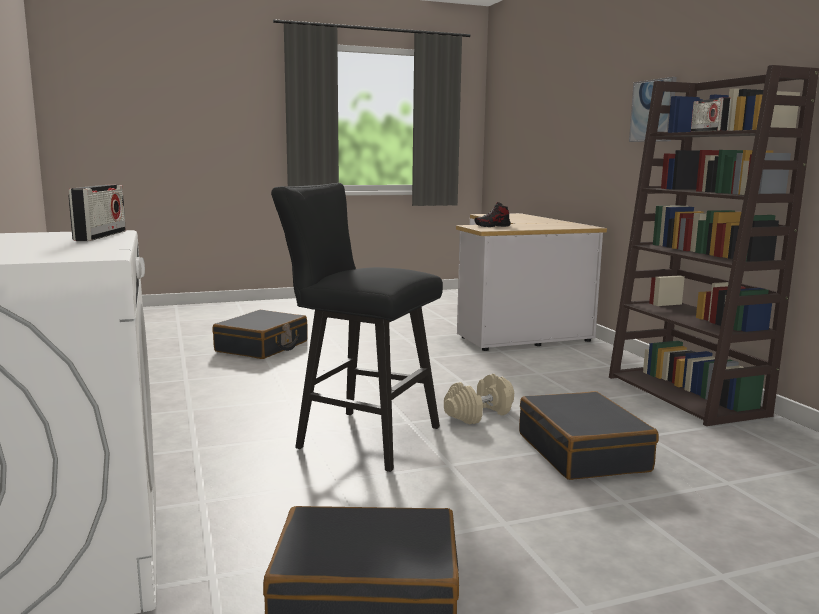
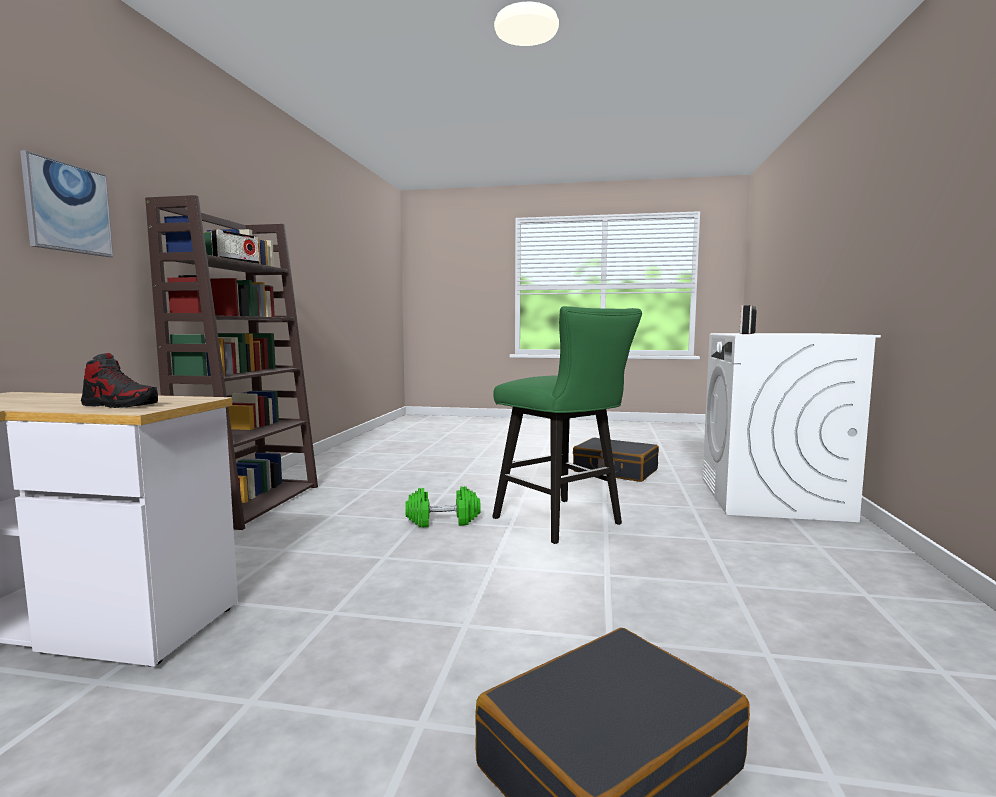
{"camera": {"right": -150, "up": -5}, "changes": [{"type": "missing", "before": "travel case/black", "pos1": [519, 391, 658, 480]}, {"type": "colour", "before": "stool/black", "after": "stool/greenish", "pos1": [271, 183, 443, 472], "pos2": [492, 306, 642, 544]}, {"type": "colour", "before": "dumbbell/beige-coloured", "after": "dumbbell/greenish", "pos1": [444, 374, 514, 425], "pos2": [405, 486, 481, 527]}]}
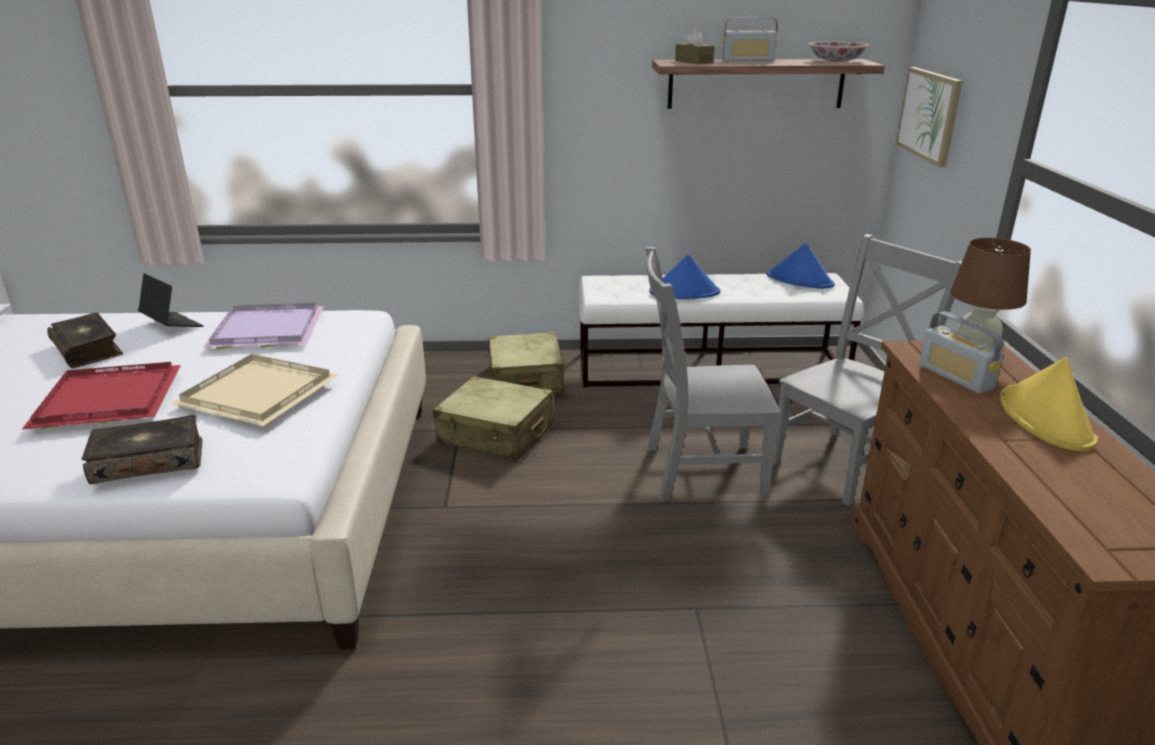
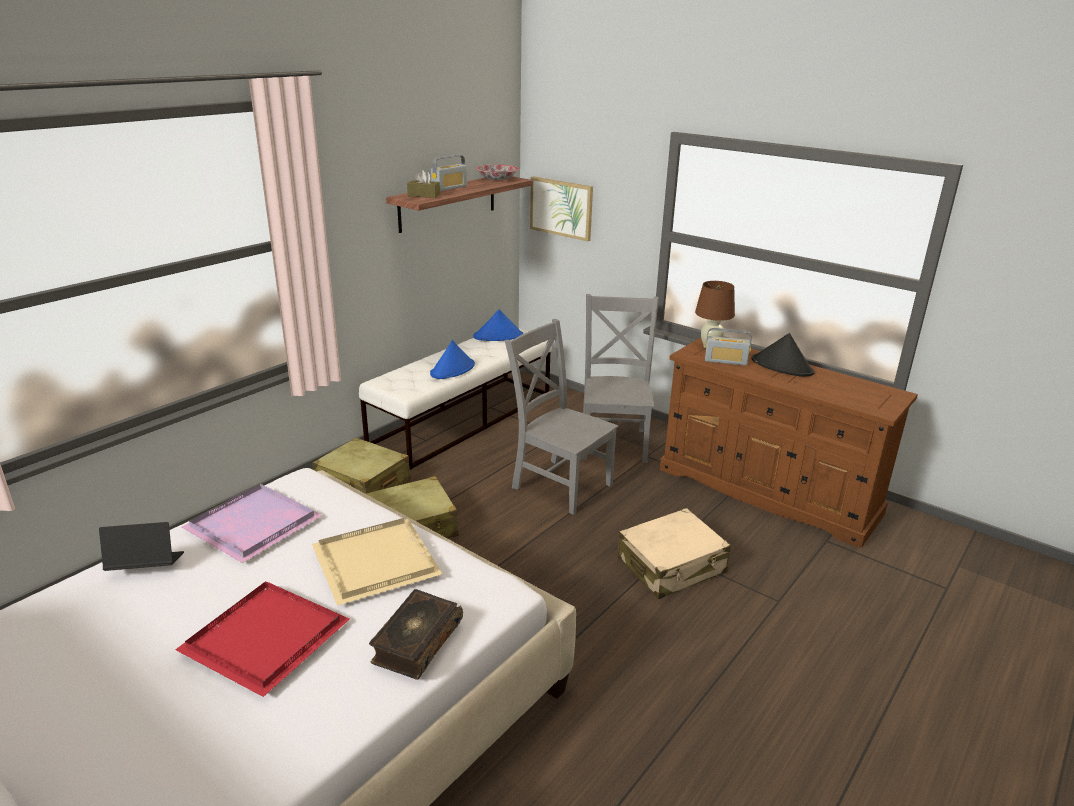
{"camera": {"right": -50, "up": 0}, "changes": [{"type": "missing", "before": "book", "pos1": [47, 313, 123, 368]}, {"type": "appeared", "after": "travel case/beige-coloured", "pos2": [617, 508, 731, 599]}, {"type": "colour", "before": "wearable hat/yellow-coloured", "after": "wearable hat/black", "pos1": [1000, 357, 1098, 451], "pos2": [752, 333, 815, 377]}, {"type": "spun", "before": "upright chair/greyish", "pos1": [645, 246, 781, 501], "pos2": [505, 319, 618, 515], "turn": 90}]}
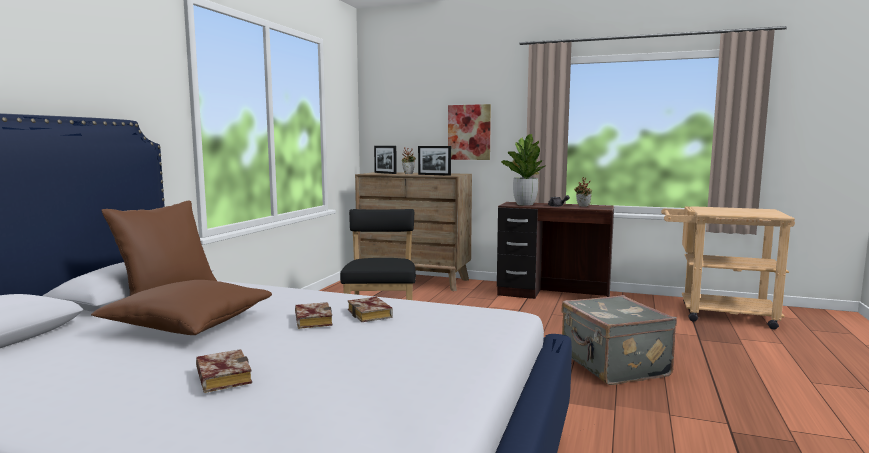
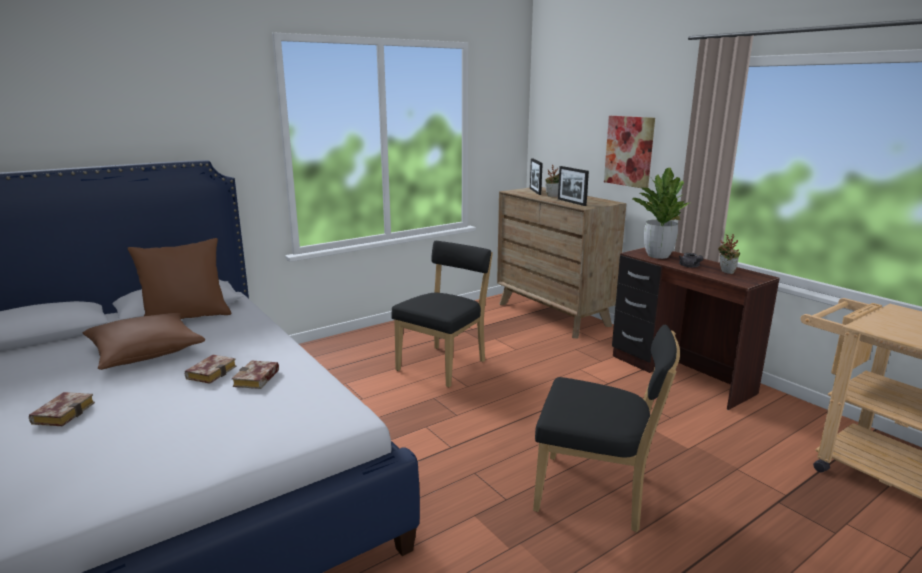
{"camera": {"right": 35, "up": 10}, "changes": [{"type": "exchanged", "before": "travel case/greyish", "after": "upright chair/black", "pos1": [561, 295, 677, 385], "pos2": [533, 325, 680, 532]}]}
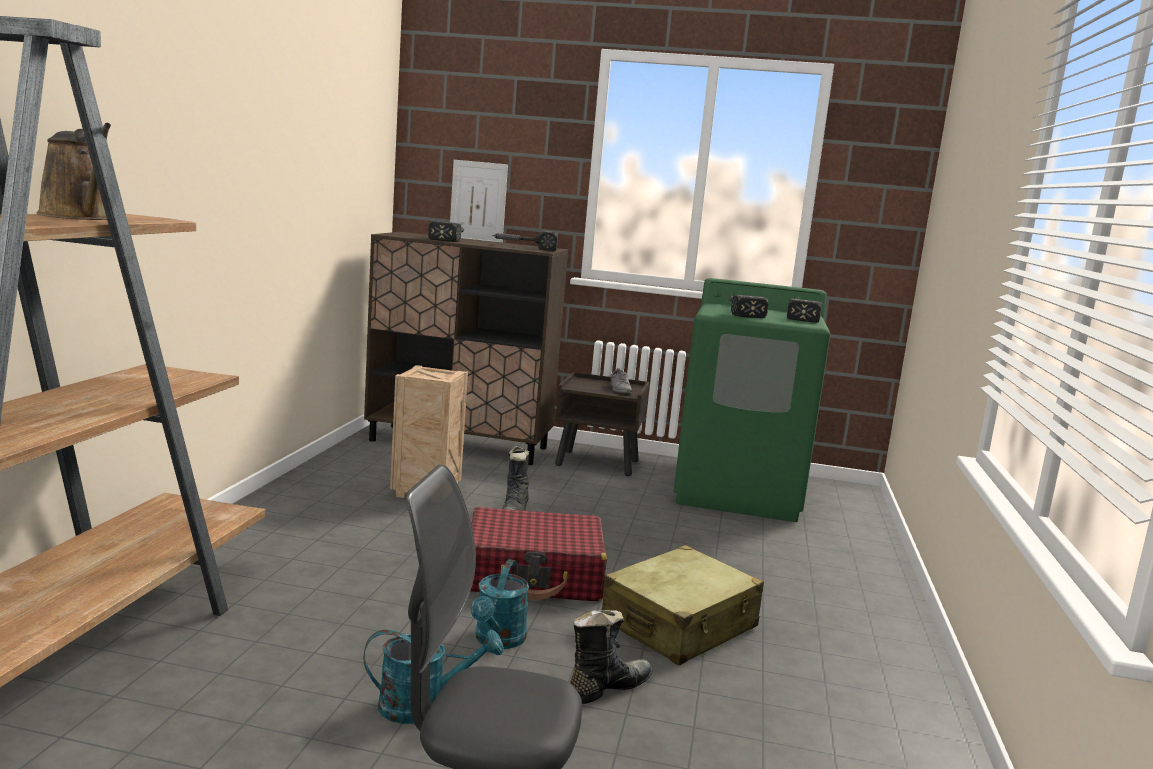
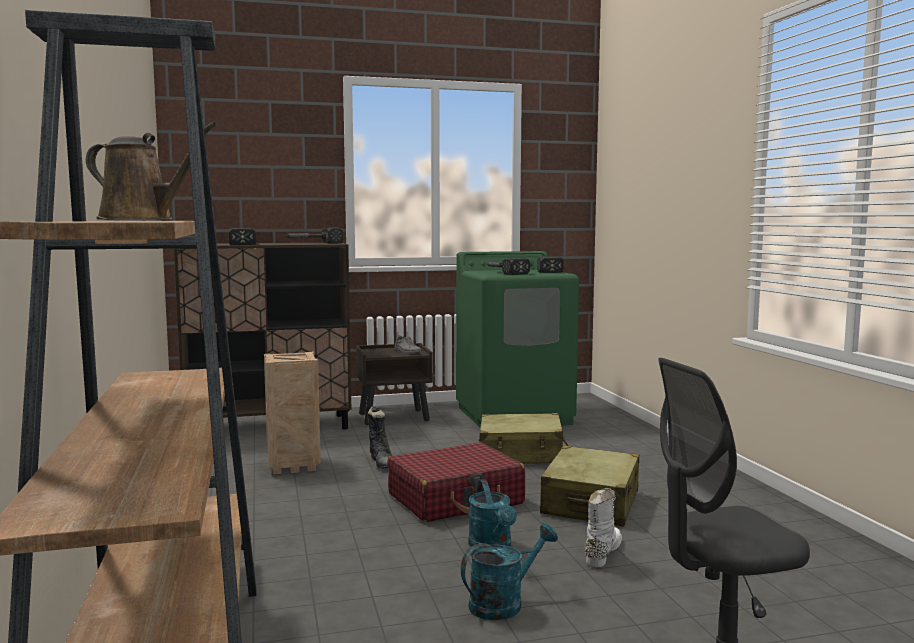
{"camera": {"right": -25, "up": -5}, "changes": [{"type": "missing", "before": "picture", "pos1": [450, 160, 508, 242]}, {"type": "appeared", "after": "travel case/beige-coloured", "pos2": [479, 413, 568, 464]}, {"type": "colour", "before": "tall boot/black", "after": "tall boot/whitish", "pos1": [570, 610, 652, 704], "pos2": [585, 488, 622, 567]}]}
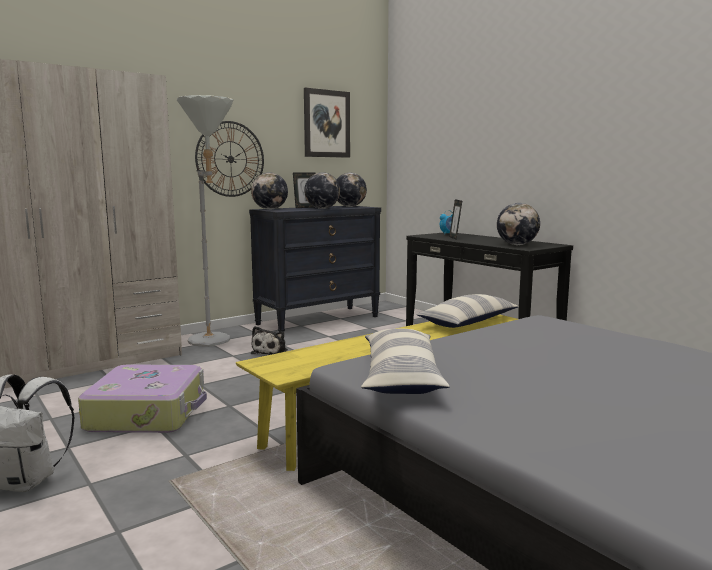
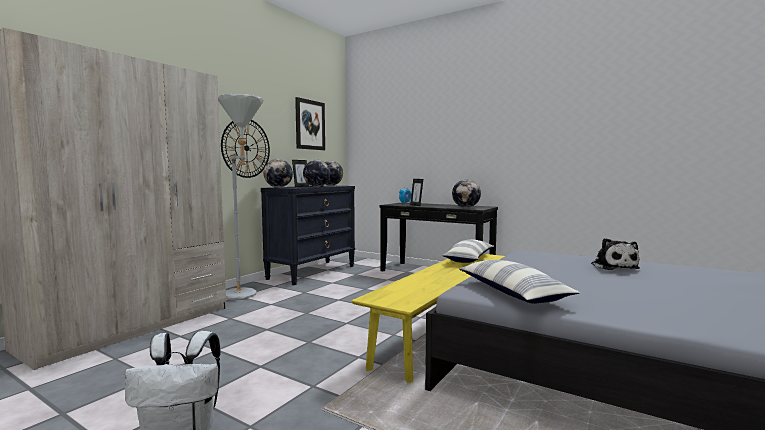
{"camera": {"right": -20, "up": -5}, "changes": [{"type": "missing", "before": "travel case", "pos1": [78, 365, 207, 433]}, {"type": "relocated", "before": "soft toy", "pos1": [251, 326, 288, 355], "pos2": [591, 238, 640, 270]}]}
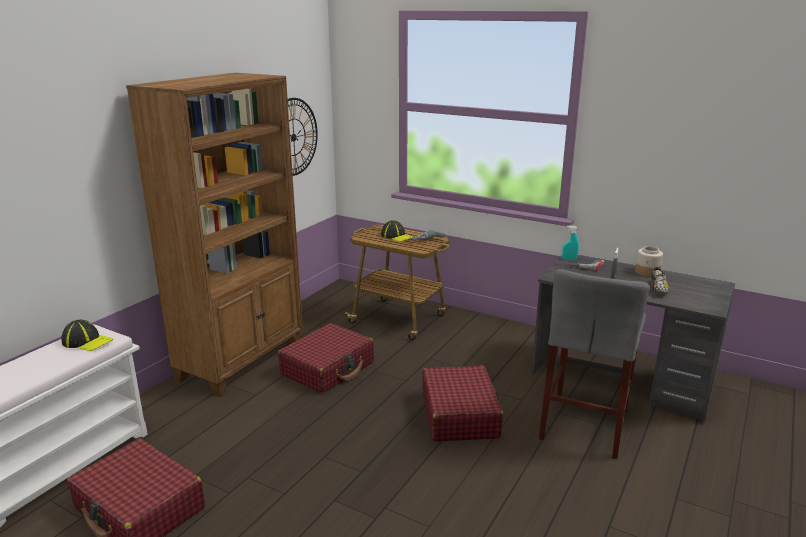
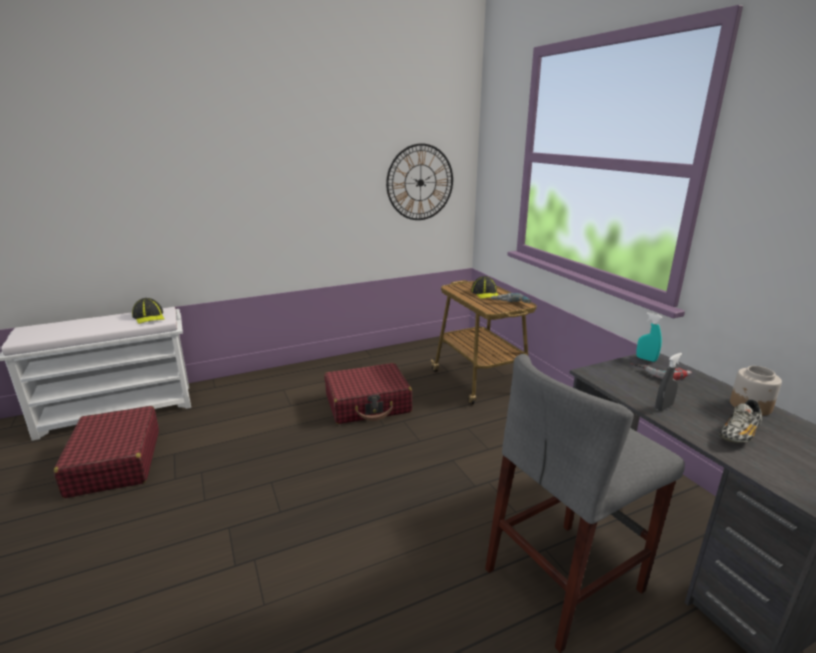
{"camera": {"right": 35, "up": 0}, "changes": [{"type": "missing", "before": "bookcase/brown", "pos1": [126, 73, 303, 397]}, {"type": "missing", "before": "travel case/red-coloured", "pos1": [422, 366, 504, 442]}]}
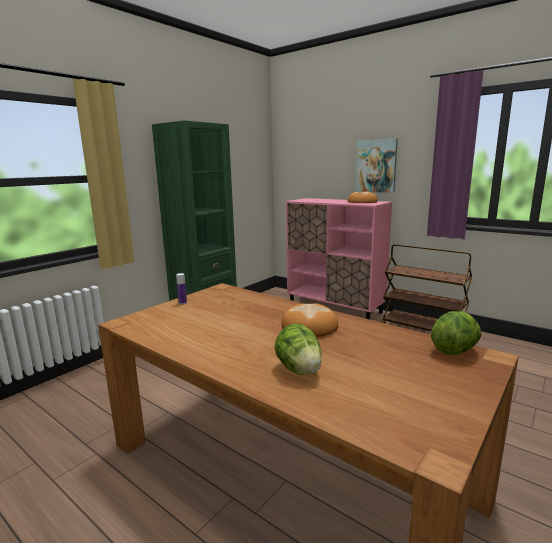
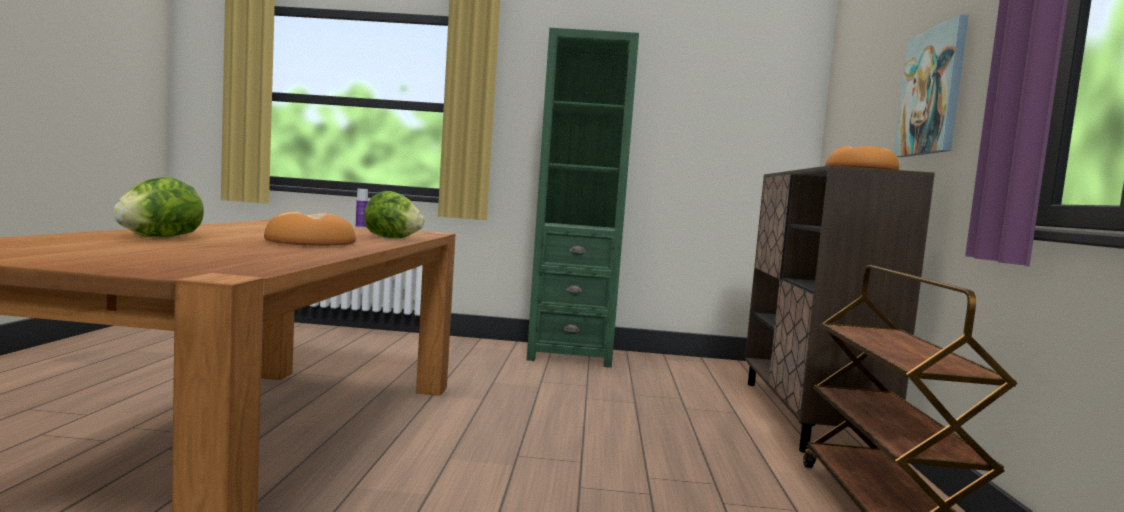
{"camera": {"right": 55, "up": -10}, "changes": [{"type": "relocated", "before": "head of lettuce", "pos1": [431, 311, 481, 355], "pos2": [364, 191, 424, 238]}, {"type": "colour", "before": "cupboard/pink-coloured", "after": "cupboard/brown", "pos1": [286, 198, 392, 320], "pos2": [745, 165, 935, 453]}]}
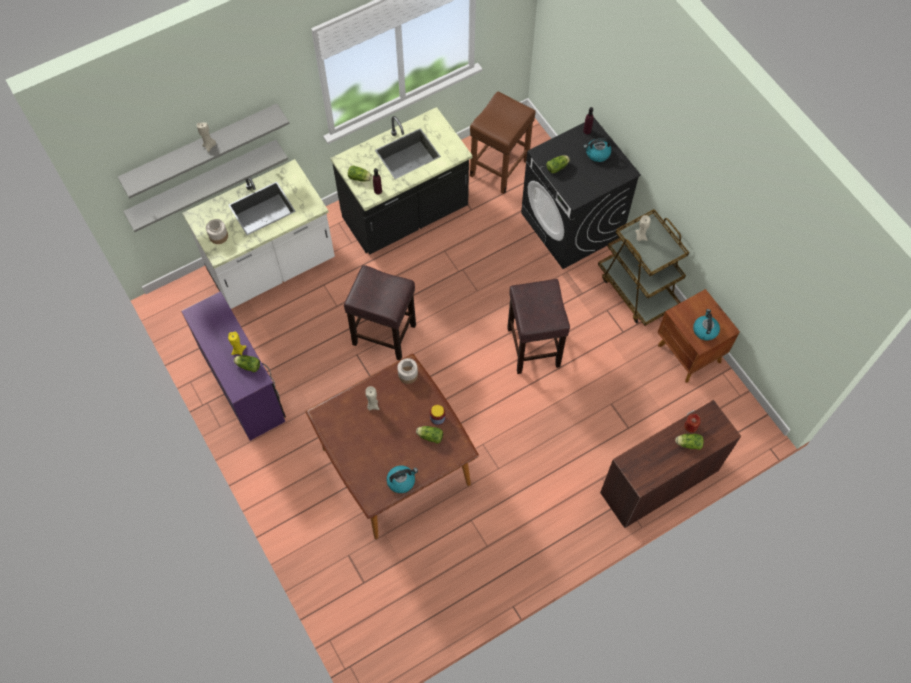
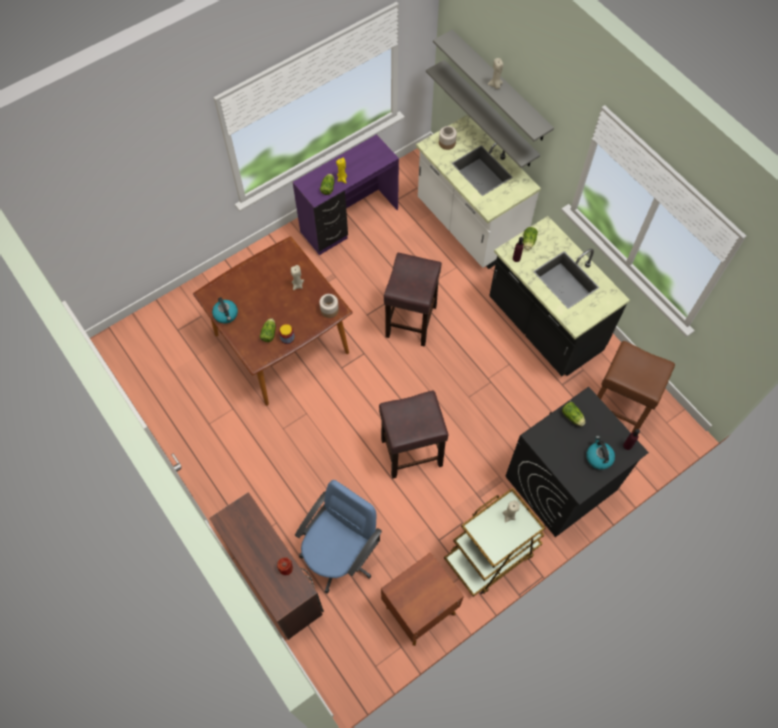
{"camera": {"right": 85, "up": 0}, "changes": [{"type": "missing", "before": "head of lettuce", "pos1": [675, 434, 704, 450]}, {"type": "missing", "before": "tea kettle", "pos1": [693, 309, 720, 340]}, {"type": "appeared", "after": "office chair/blue-coloured", "pos2": [295, 480, 382, 594]}]}
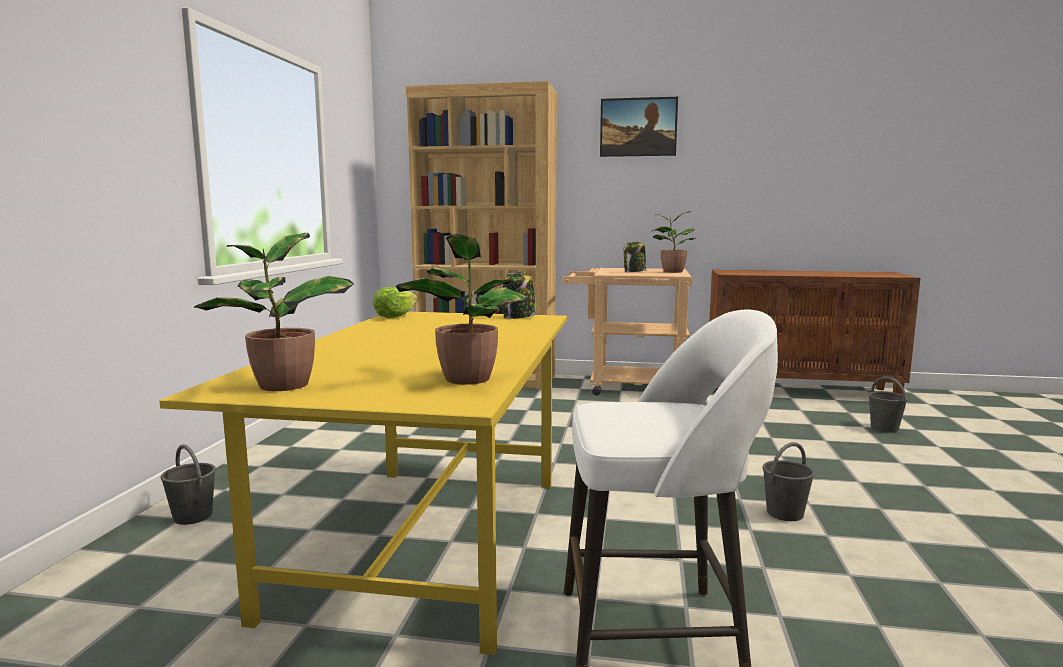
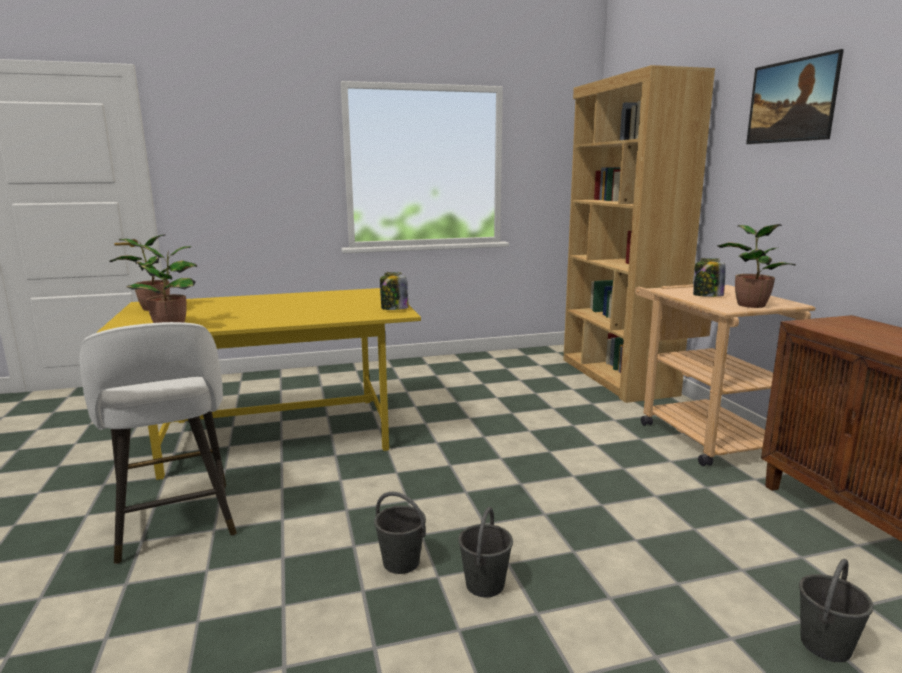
{"camera": {"right": 65, "up": 5}, "changes": [{"type": "missing", "before": "head of lettuce", "pos1": [373, 287, 417, 318]}, {"type": "relocated", "before": "pail/greyish", "pos1": [160, 444, 216, 525], "pos2": [458, 507, 513, 597]}]}
